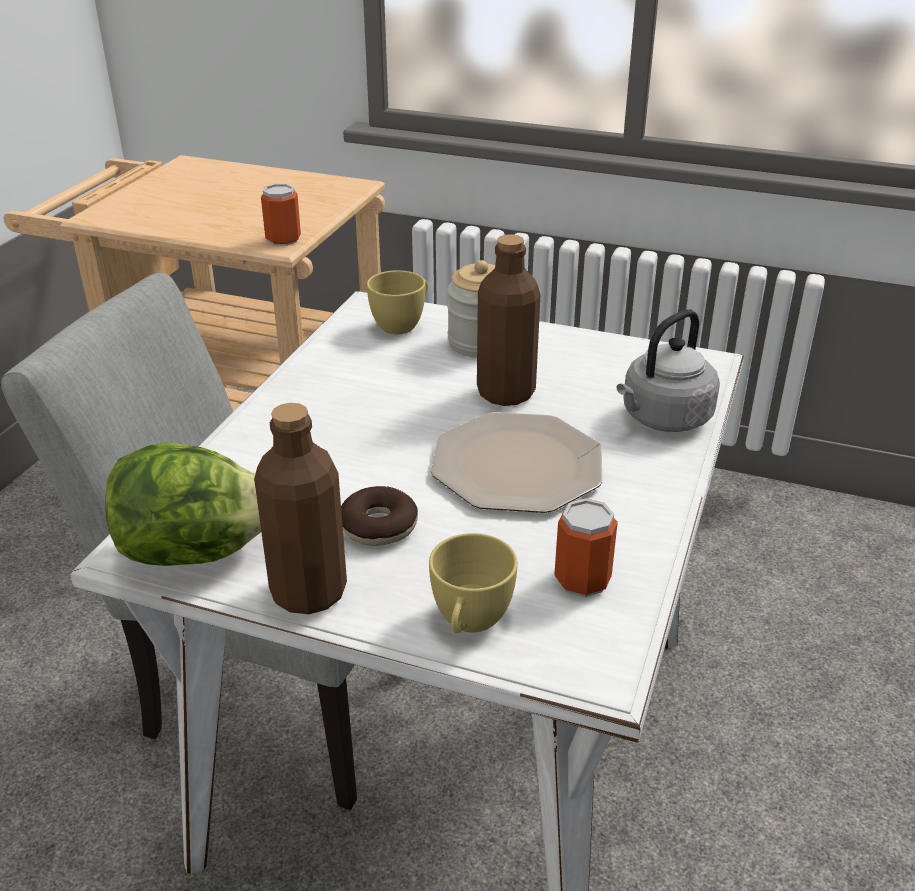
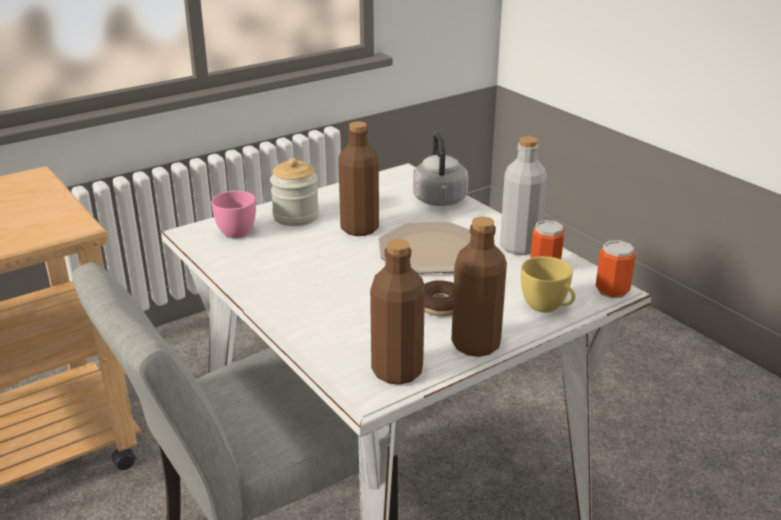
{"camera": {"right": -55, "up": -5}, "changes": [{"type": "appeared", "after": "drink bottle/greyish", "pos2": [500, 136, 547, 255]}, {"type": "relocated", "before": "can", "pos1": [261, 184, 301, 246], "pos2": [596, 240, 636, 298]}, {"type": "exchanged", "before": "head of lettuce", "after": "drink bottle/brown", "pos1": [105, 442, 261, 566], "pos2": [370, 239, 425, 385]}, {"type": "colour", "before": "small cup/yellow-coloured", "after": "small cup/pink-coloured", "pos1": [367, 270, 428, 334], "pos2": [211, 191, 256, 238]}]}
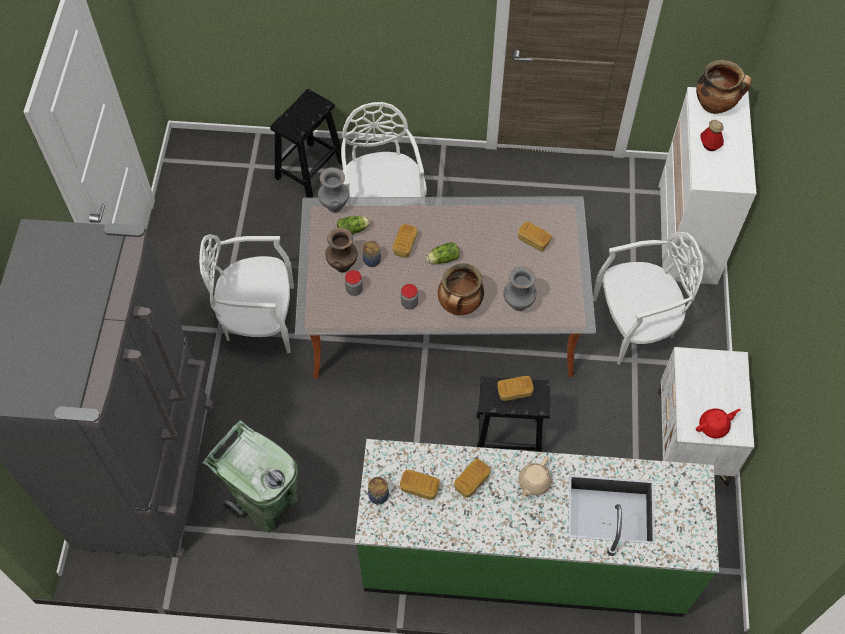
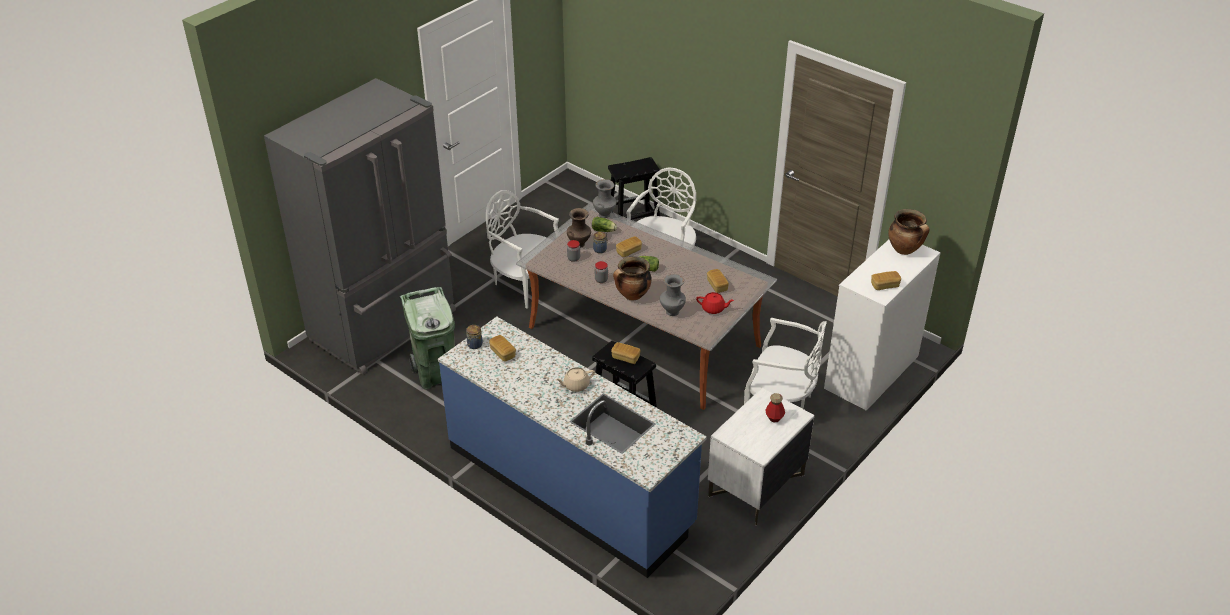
{"camera": {"right": 35, "up": -20}, "changes": [{"type": "relocated", "before": "baked bread", "pos1": [454, 459, 491, 498], "pos2": [871, 271, 901, 290]}, {"type": "relocated", "before": "teapot/red-coloured", "pos1": [696, 409, 741, 438], "pos2": [696, 292, 734, 314]}, {"type": "relocated", "before": "drink bottle", "pos1": [700, 120, 724, 151], "pos2": [765, 393, 785, 422]}, {"type": "colour", "before": "kitchen base unit/greenish", "after": "kitchen base unit/blue-coloured", "pos1": [355, 439, 719, 617], "pos2": [438, 317, 707, 578]}]}
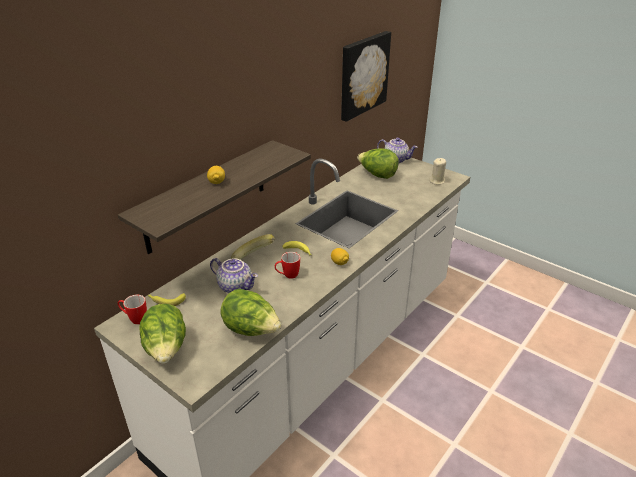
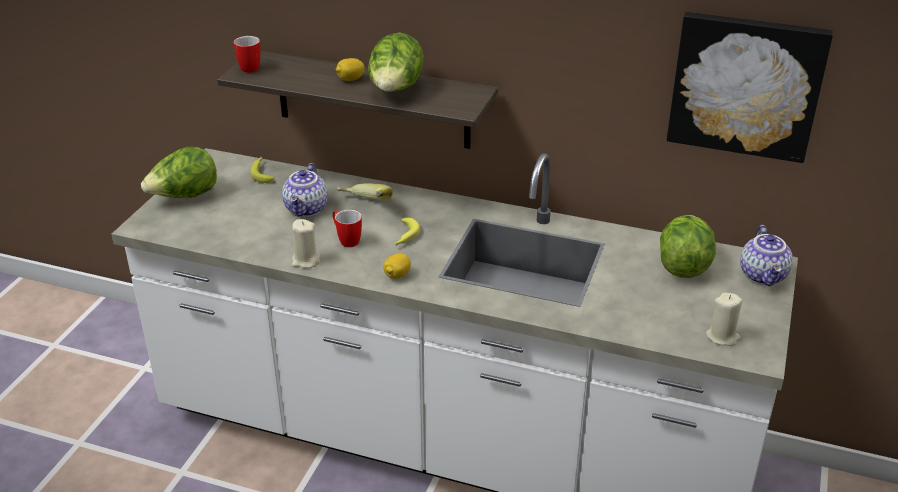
{"camera": {"right": 70, "up": 0}, "changes": [{"type": "appeared", "after": "wax light/beige-coloured", "pos2": [292, 219, 320, 268]}, {"type": "relocated", "before": "mug", "pos1": [118, 295, 147, 324], "pos2": [233, 35, 260, 73]}, {"type": "relocated", "before": "head of lettuce", "pos1": [221, 289, 281, 336], "pos2": [368, 32, 424, 92]}]}
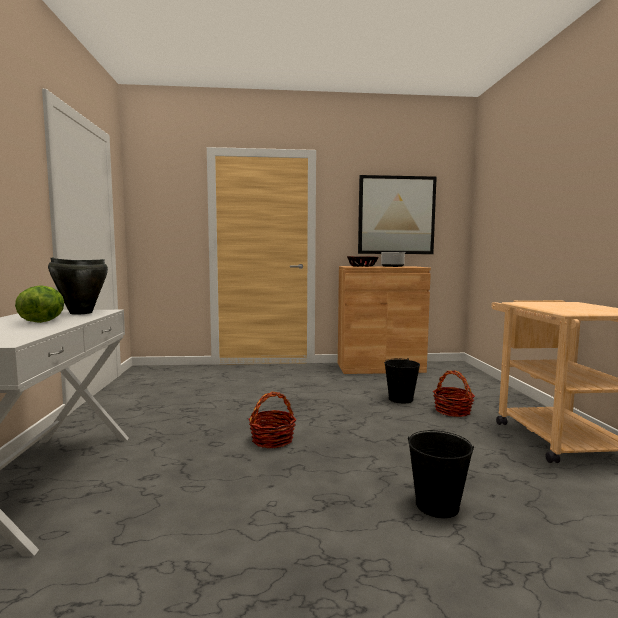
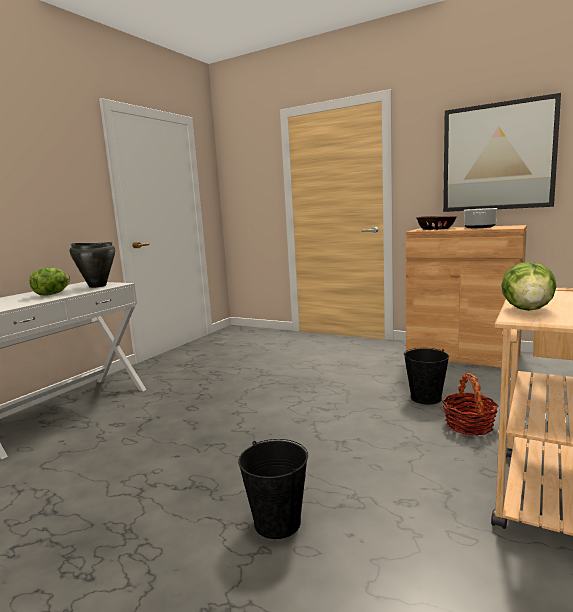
{"camera": {"right": 35, "up": 5}, "changes": [{"type": "missing", "before": "basket", "pos1": [249, 392, 296, 448]}, {"type": "appeared", "after": "head of lettuce", "pos2": [501, 262, 557, 311]}]}
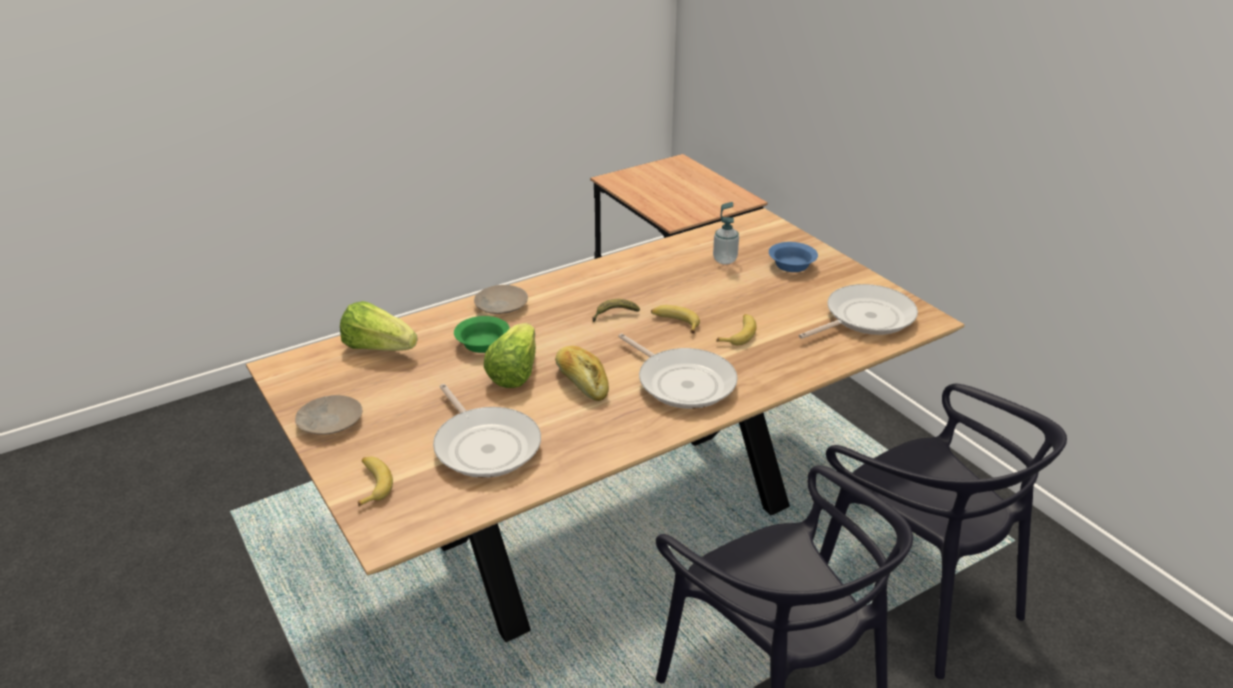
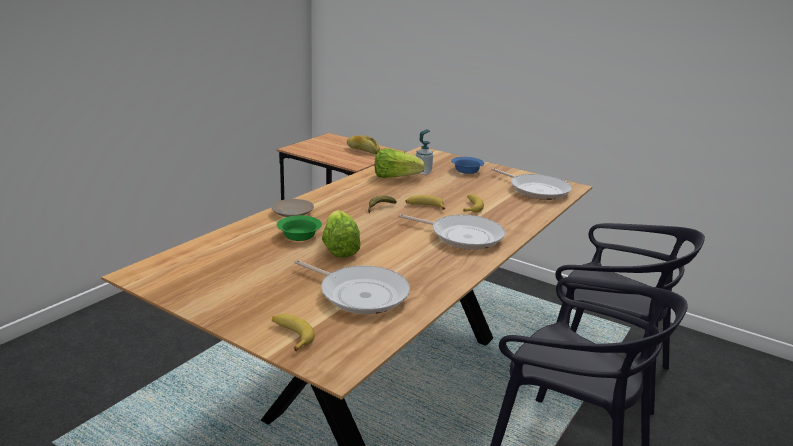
{"camera": {"right": -25, "up": -10}, "changes": [{"type": "missing", "before": "plate/beige-coloured", "pos1": [295, 395, 362, 435]}, {"type": "relocated", "before": "head of lettuce", "pos1": [340, 301, 418, 351], "pos2": [375, 148, 425, 178]}, {"type": "relocated", "before": "baked bread", "pos1": [555, 346, 609, 401], "pos2": [347, 135, 380, 154]}, {"type": "spun", "before": "pan", "pos1": [799, 284, 918, 339], "pos2": [491, 168, 572, 200], "turn": 105}]}
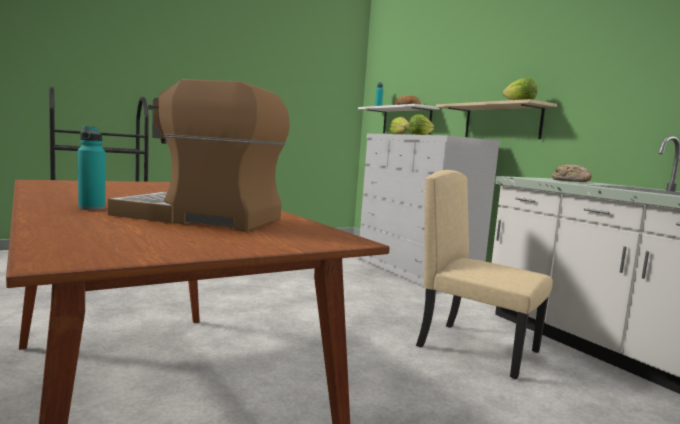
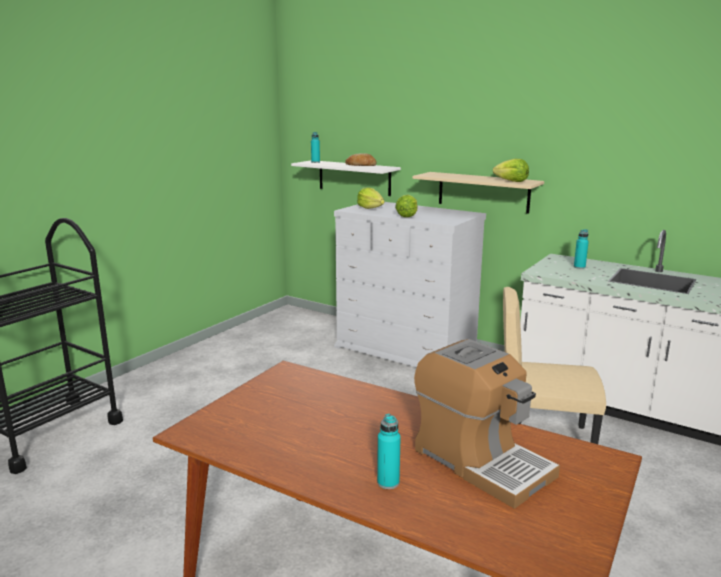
{"camera": {"right": -25, "up": 10}, "changes": [{"type": "exchanged", "before": "baked bread", "after": "drink bottle/turquoise", "pos1": [552, 164, 592, 182], "pos2": [574, 229, 589, 269]}, {"type": "spun", "before": "coffee machine", "pos1": [108, 79, 290, 232], "pos2": [414, 339, 560, 509], "turn": -120}]}
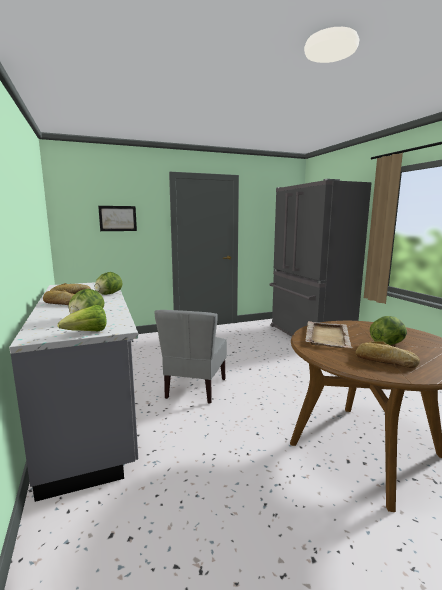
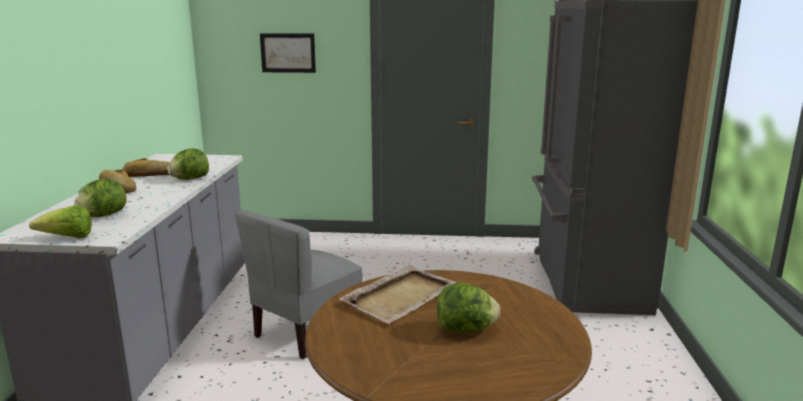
{"camera": {"right": 25, "up": 5}, "changes": [{"type": "missing", "before": "baked bread", "pos1": [355, 341, 420, 368]}]}
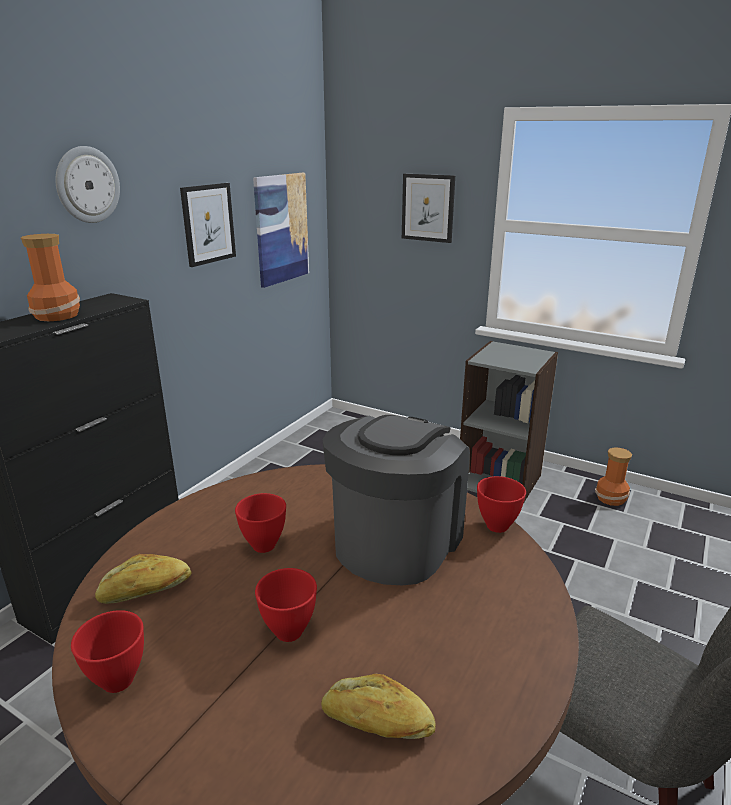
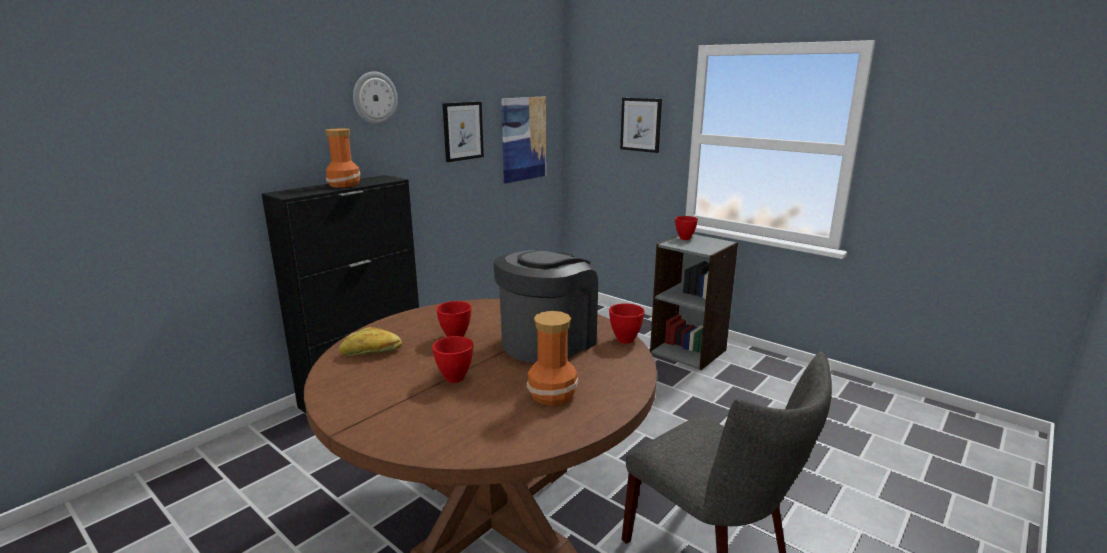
{"camera": {"right": 10, "up": -5}, "changes": [{"type": "missing", "before": "baked bread", "pos1": [321, 674, 436, 739]}, {"type": "relocated", "before": "bowl/red-coloured", "pos1": [71, 610, 144, 693], "pos2": [675, 216, 698, 240]}, {"type": "relocated", "before": "decorative vase", "pos1": [595, 448, 632, 506], "pos2": [527, 311, 578, 406]}]}
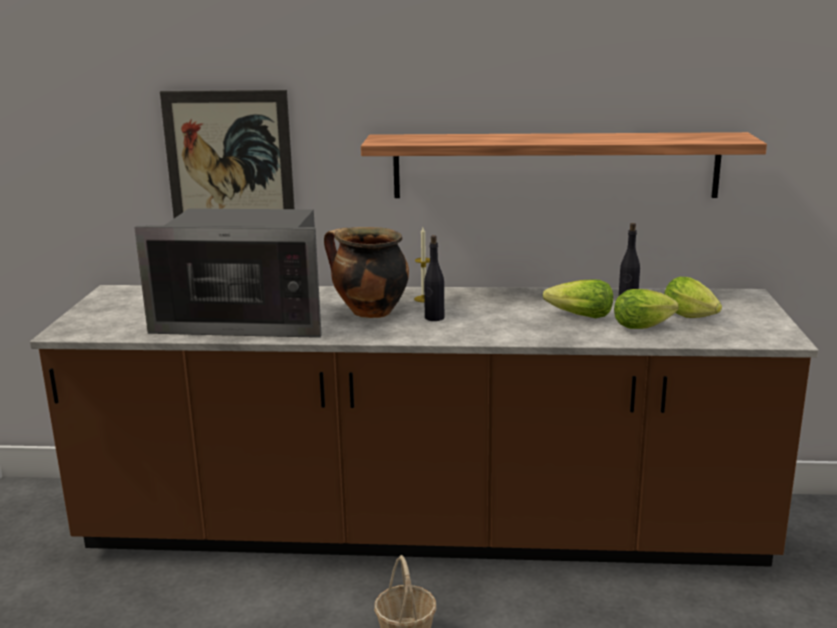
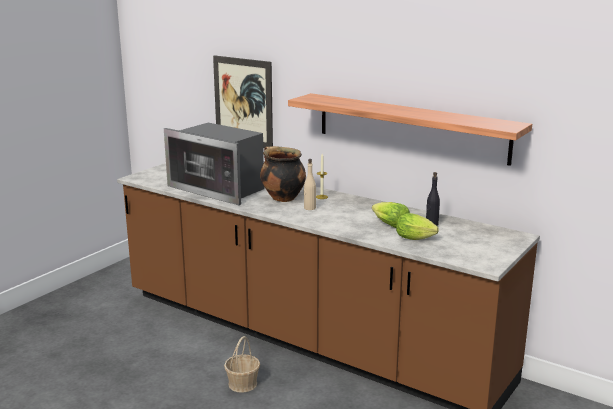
{"camera": {"right": 30, "up": 0}, "changes": [{"type": "missing", "before": "head of lettuce", "pos1": [664, 277, 722, 318]}, {"type": "colour", "before": "drink bottle/black", "after": "drink bottle/beige-coloured", "pos1": [424, 235, 444, 321], "pos2": [304, 159, 316, 210]}]}
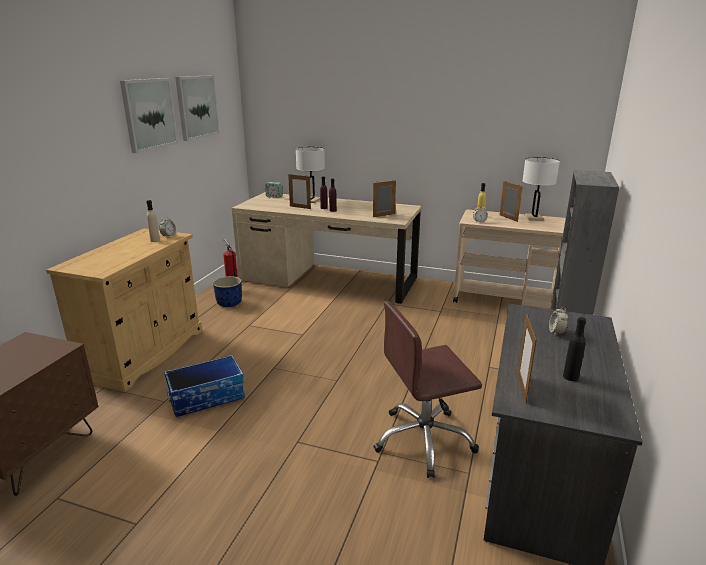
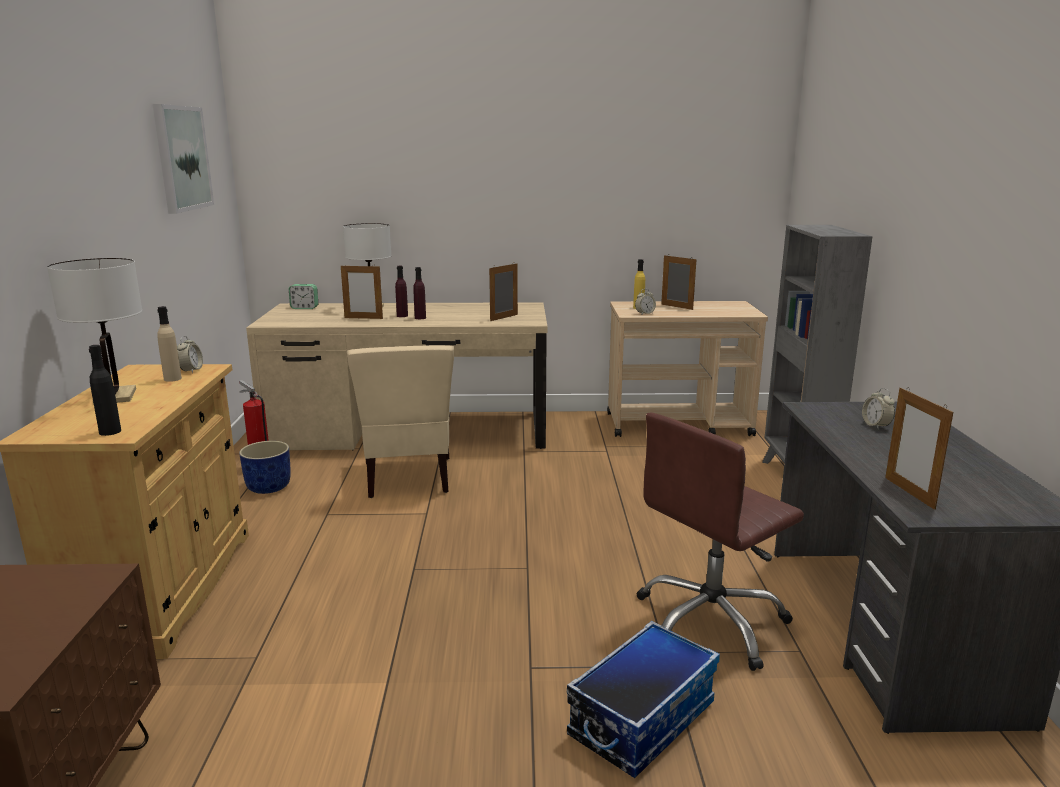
{"camera": {"right": -20, "up": -5}, "changes": [{"type": "missing", "before": "picture", "pos1": [120, 78, 178, 153]}, {"type": "appeared", "after": "upright chair/beige-coloured", "pos2": [347, 345, 454, 498]}, {"type": "relocated", "before": "storage box", "pos1": [164, 355, 245, 417], "pos2": [567, 621, 720, 778]}, {"type": "relocated", "before": "table lamp/whitish", "pos1": [522, 157, 560, 221], "pos2": [47, 258, 142, 405]}, {"type": "relocated", "before": "drink bottle/black", "pos1": [563, 317, 586, 381], "pos2": [89, 345, 121, 436]}]}
